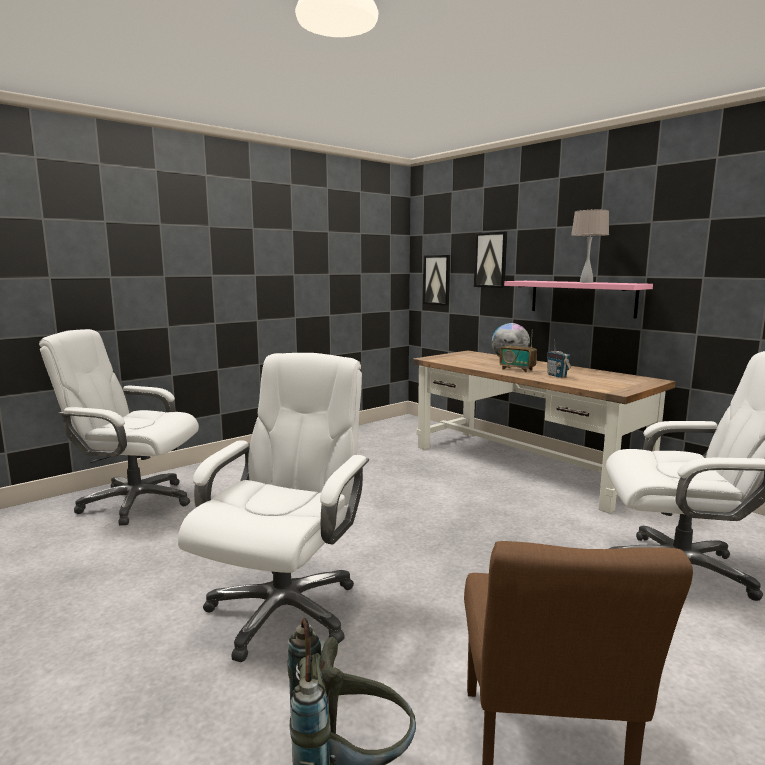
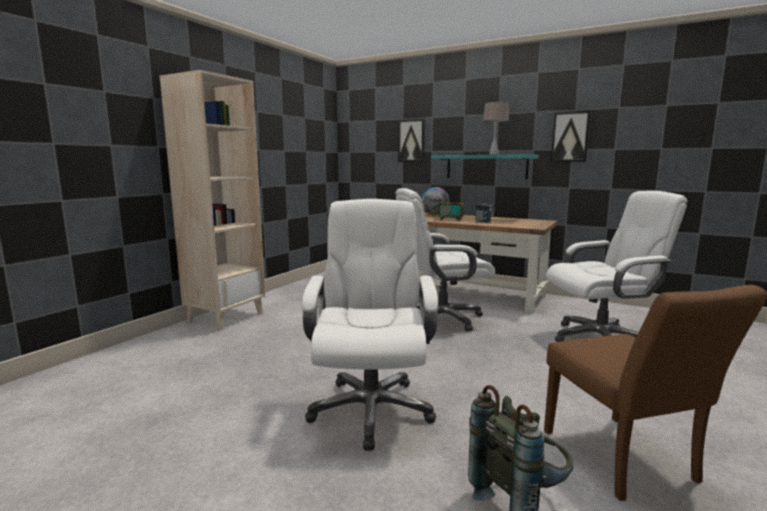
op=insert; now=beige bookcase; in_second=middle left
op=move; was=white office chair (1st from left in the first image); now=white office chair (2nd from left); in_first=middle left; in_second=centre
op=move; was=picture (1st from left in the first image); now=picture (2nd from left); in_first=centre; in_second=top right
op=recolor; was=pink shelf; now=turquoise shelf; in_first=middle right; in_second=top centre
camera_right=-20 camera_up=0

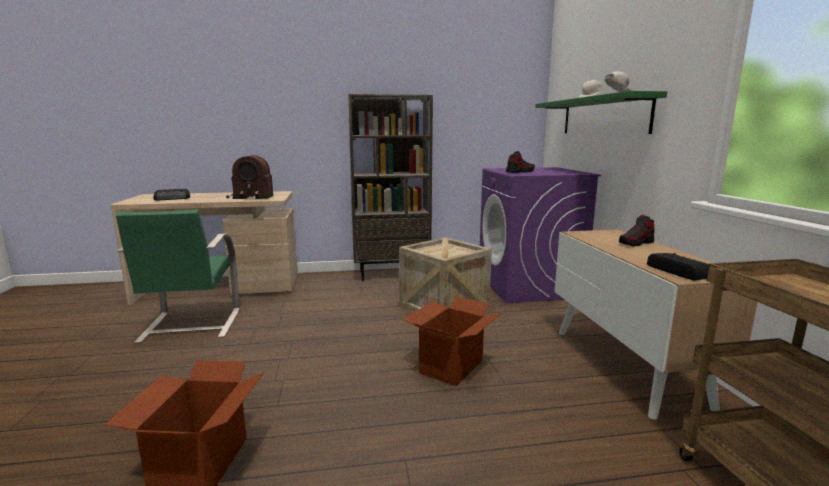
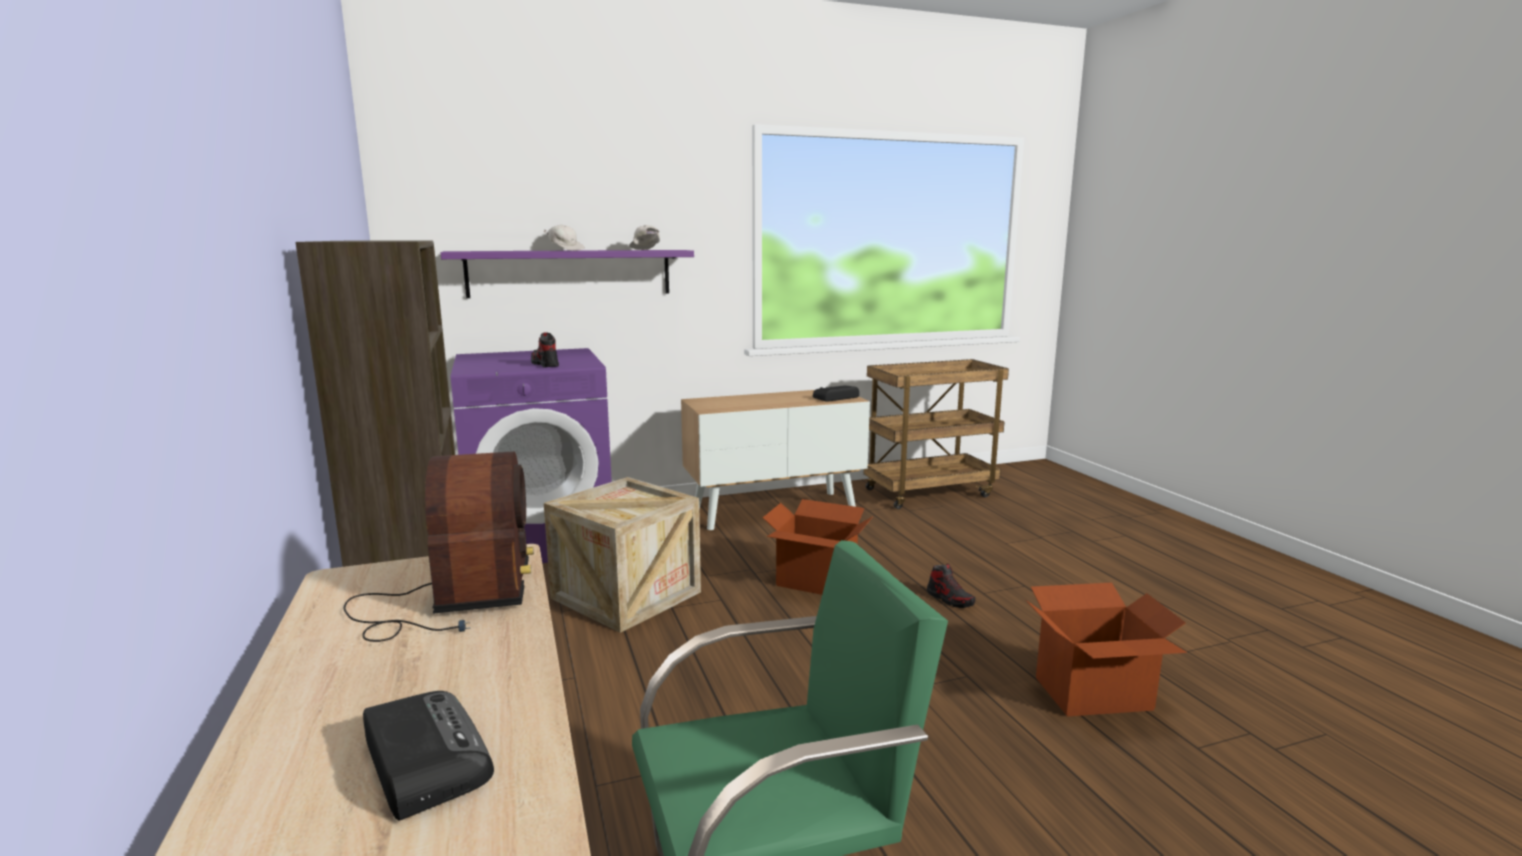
op=move; was=shoe (2nd from left); in_first=middle right; in_second=bottom centre
op=recolor; was=green shelf; now=purple shelf; in_first=top right; in_second=top centre
camera_right=-100 camera_up=0

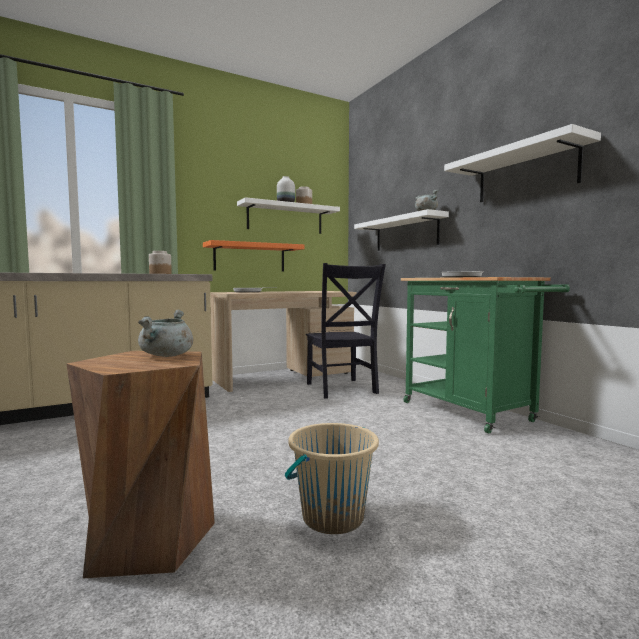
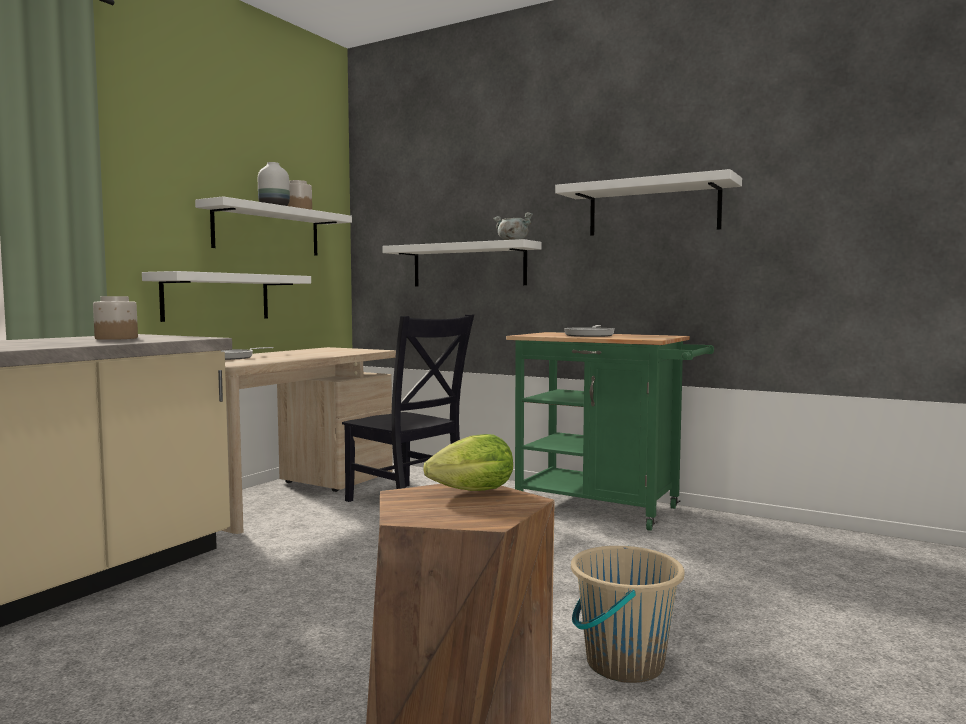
op=replace; was=grey cooking pot (1st from left); now=lettuce; in_first=middle left; in_second=centre
op=recolor; was=orange shelf; now=white shelf (1st from left); in_first=centre; in_second=middle left
camera_right=-30 camera_up=0

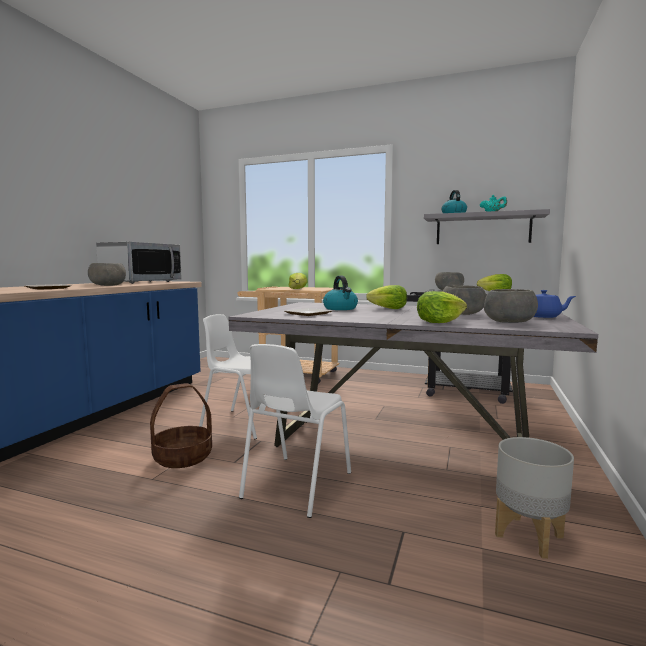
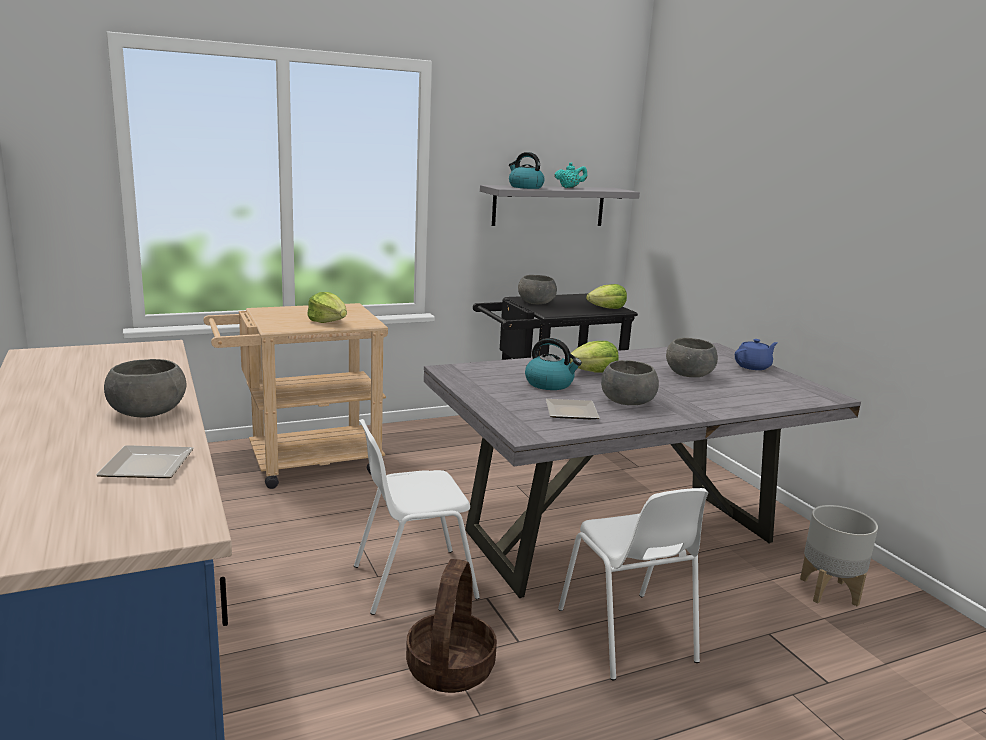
op=delete; was=microwave; in_first=middle left
op=delete; was=lettuce (3rd from left); in_first=middle right
op=move; was=grey bowl (4th from left in the first image); now=grey bowl (3rd from left); in_first=middle right; in_second=centre
camera_right=-45 camera_up=10

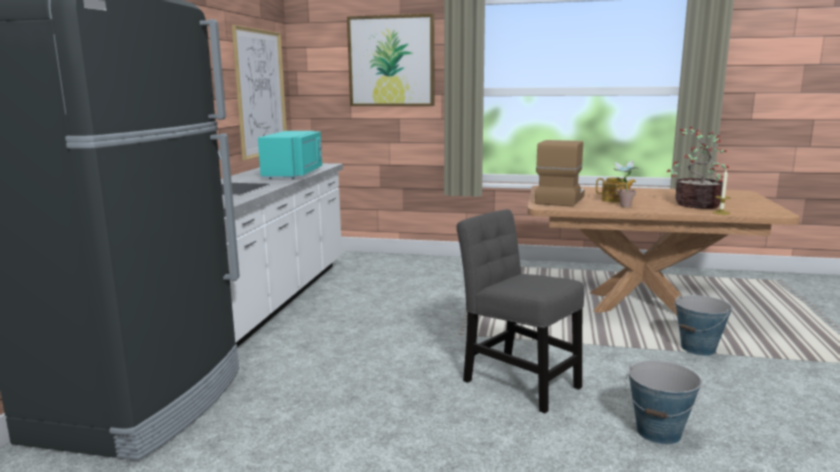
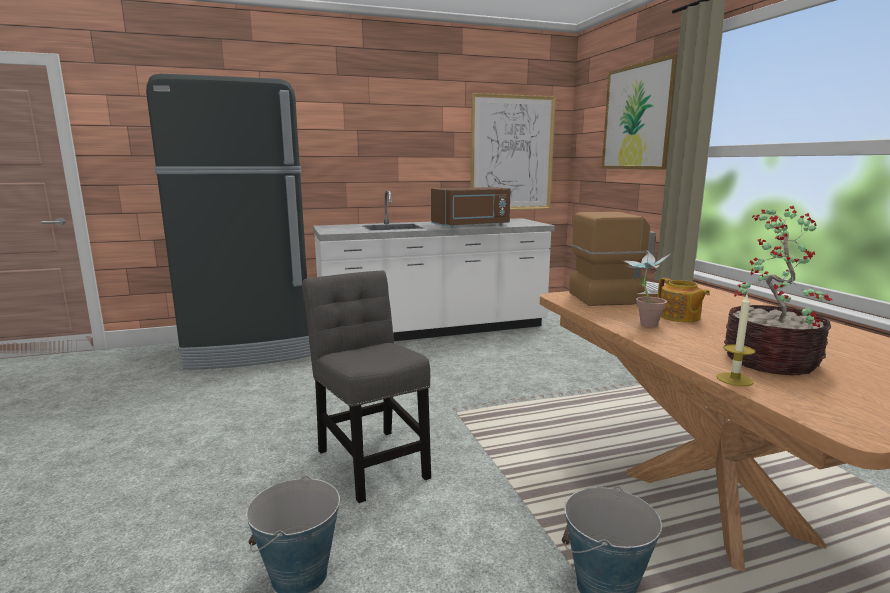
op=recolor; was=turquoise microwave; now=brown microwave; in_first=top centre; in_second=centre
op=rotate; was=grey chair; in_first=centre; in_second=centre; clockwise=-45
camera_right=60 camera_up=0

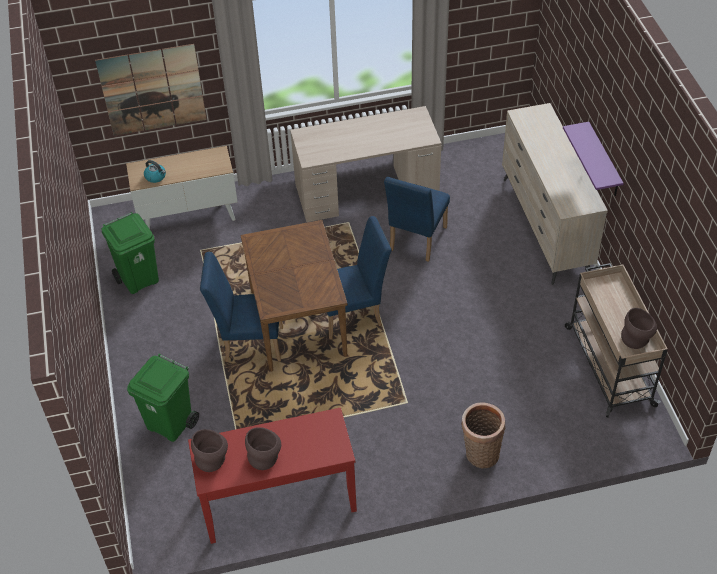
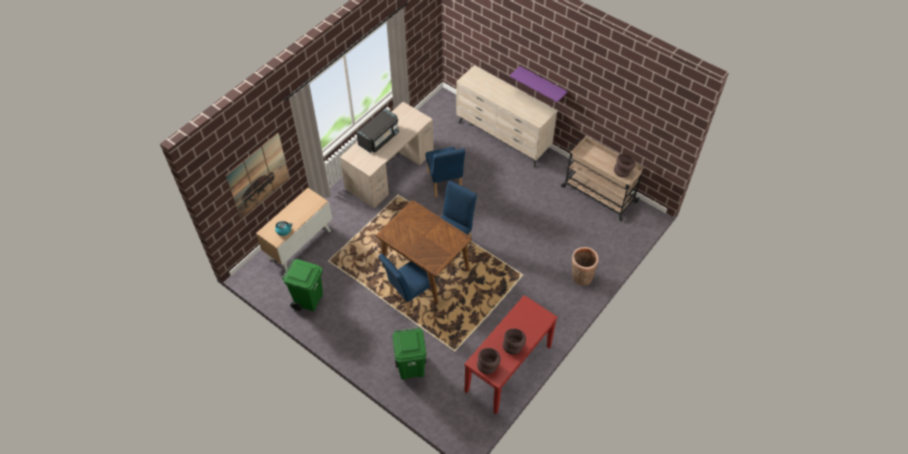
op=insert; now=black microwave; in_second=top centre
camera_right=-40 camera_up=5

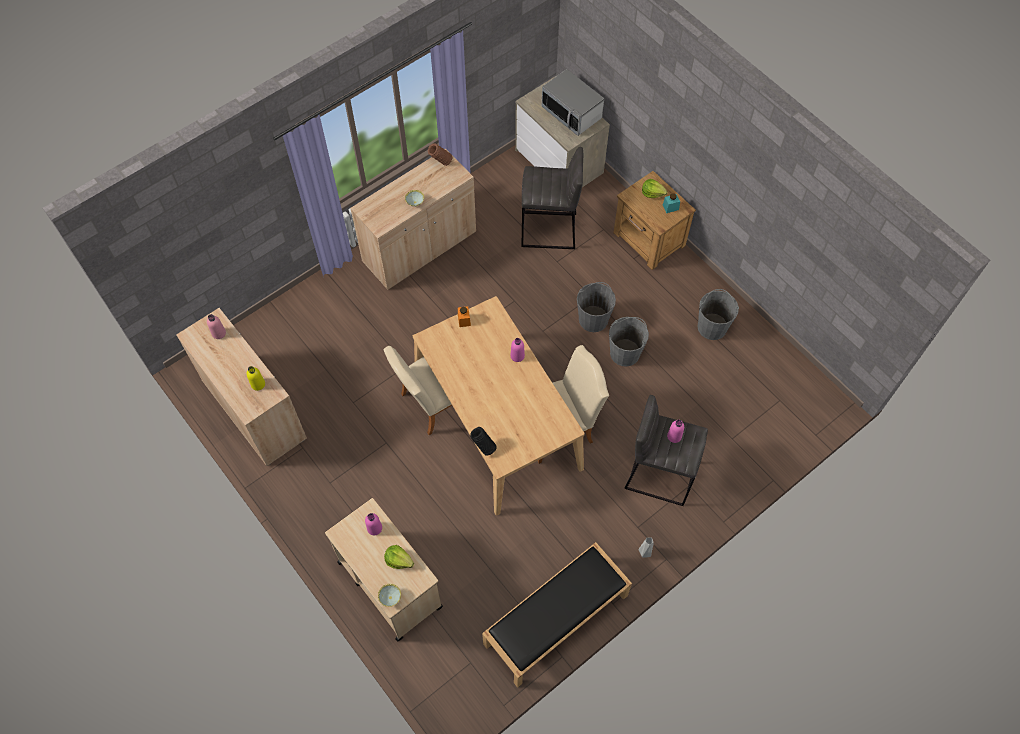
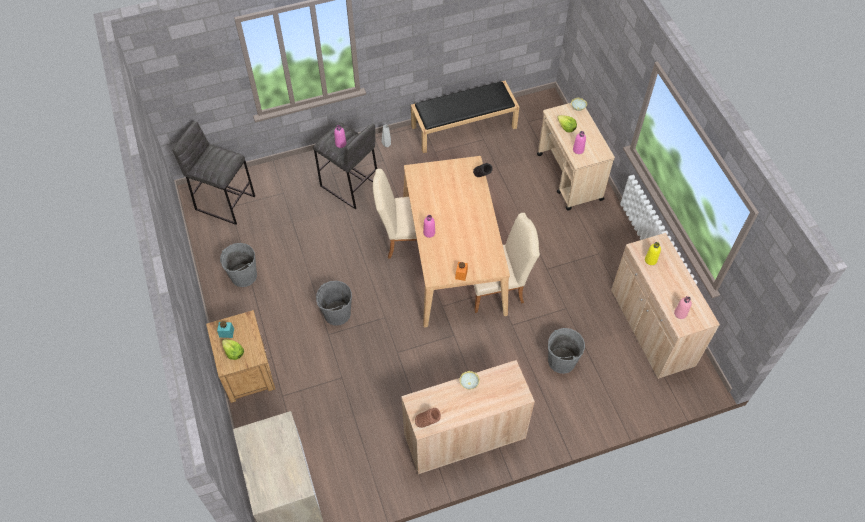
op=delete; was=microwave; in_first=top centre
op=move; was=grey stool (1st from left); in_first=top centre; in_second=top left
op=move; was=grey bucket (2nd from left in the first image); now=grey bucket (3rd from left); in_first=centre; in_second=bottom centre
camera_right=-160 camera_up=-5

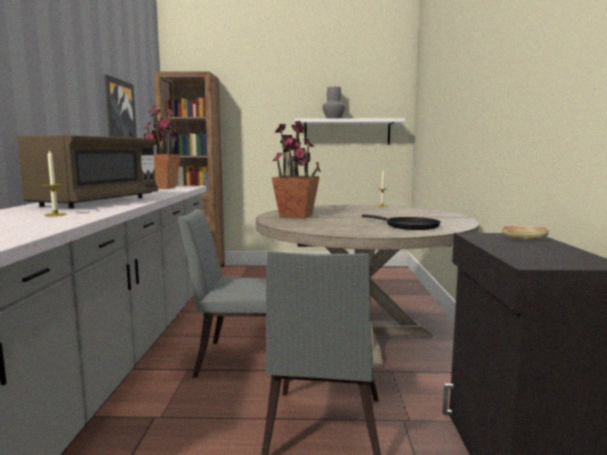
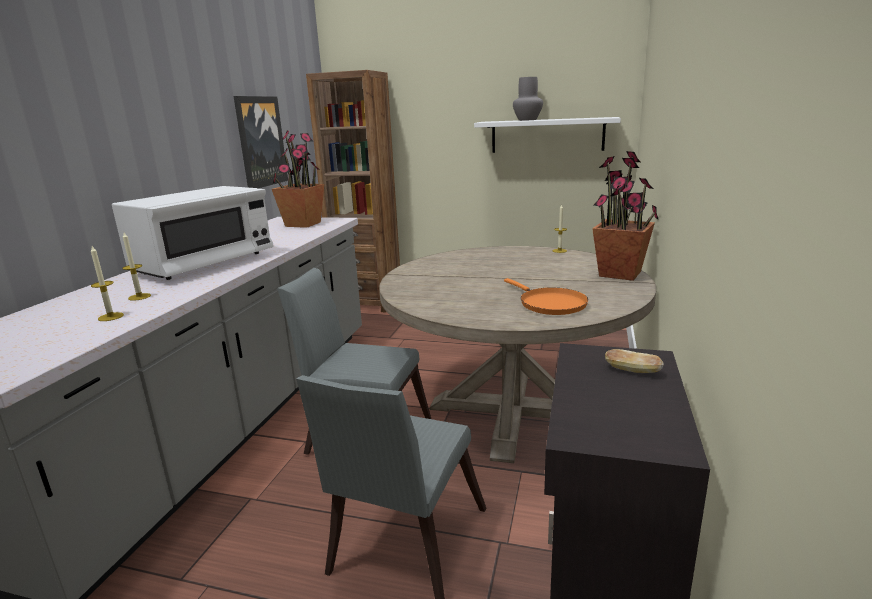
op=insert; now=candle (1st from left); in_second=middle left
op=move; was=potted plant (2nd from left); in_first=centre; in_second=middle right
op=recolor; was=brown microwave; now=white microwave; in_first=middle left; in_second=middle left
op=recolor; was=black frying pan; now=orange frying pan; in_first=centre; in_second=centre
camera_right=15 camera_up=10

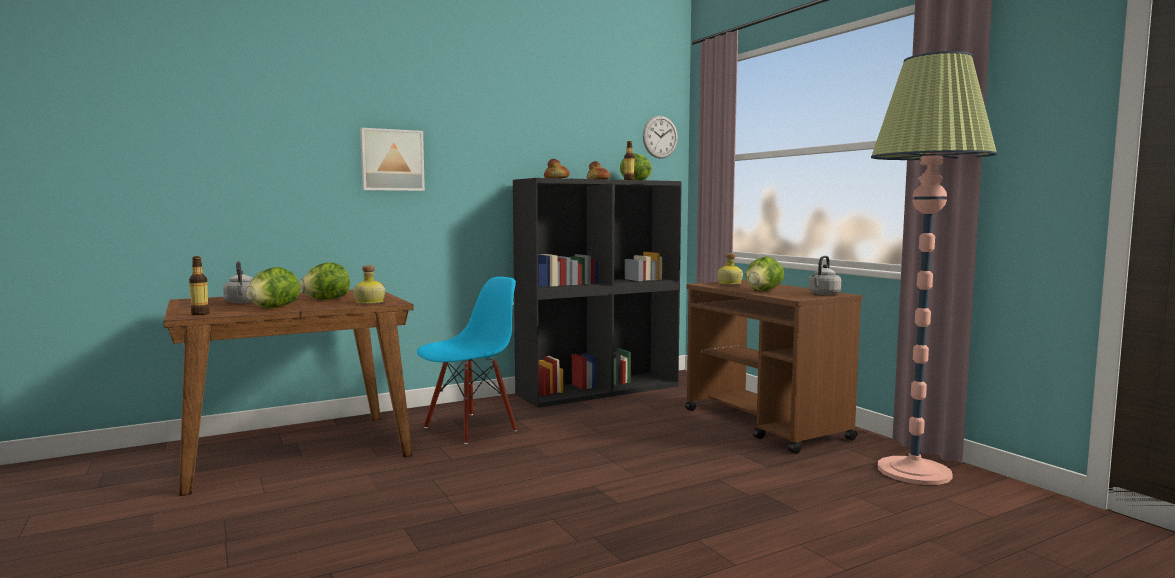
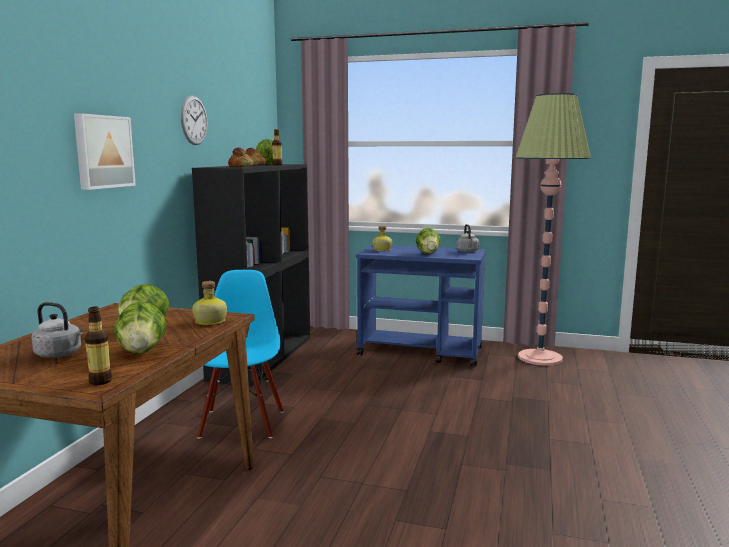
op=move; was=wall clock; in_first=top centre; in_second=top left
op=recolor; was=brown cart; now=blue cart; in_first=centre; in_second=centre
camera_right=-45 camera_up=5

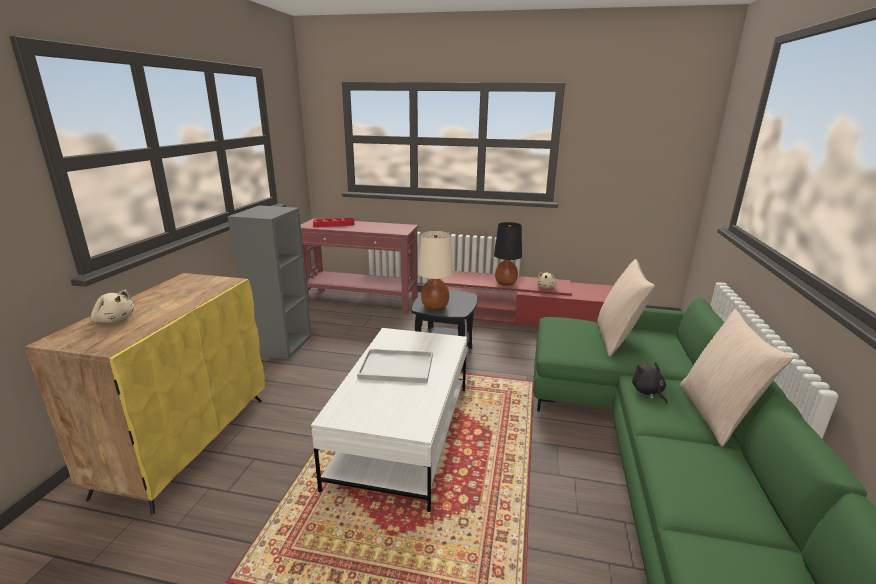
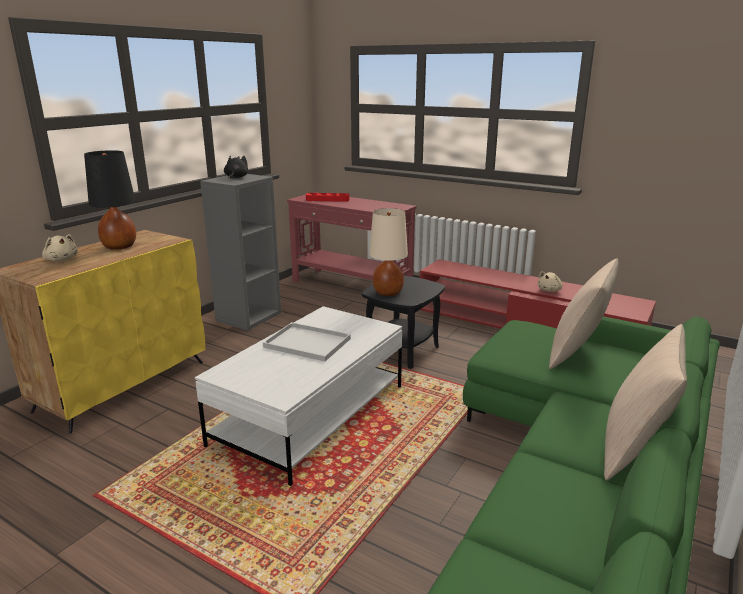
op=move; was=black table lamp; in_first=centre; in_second=middle left
op=move; was=black plush toy; in_first=middle right; in_second=top left
camera_right=20 camera_up=0

